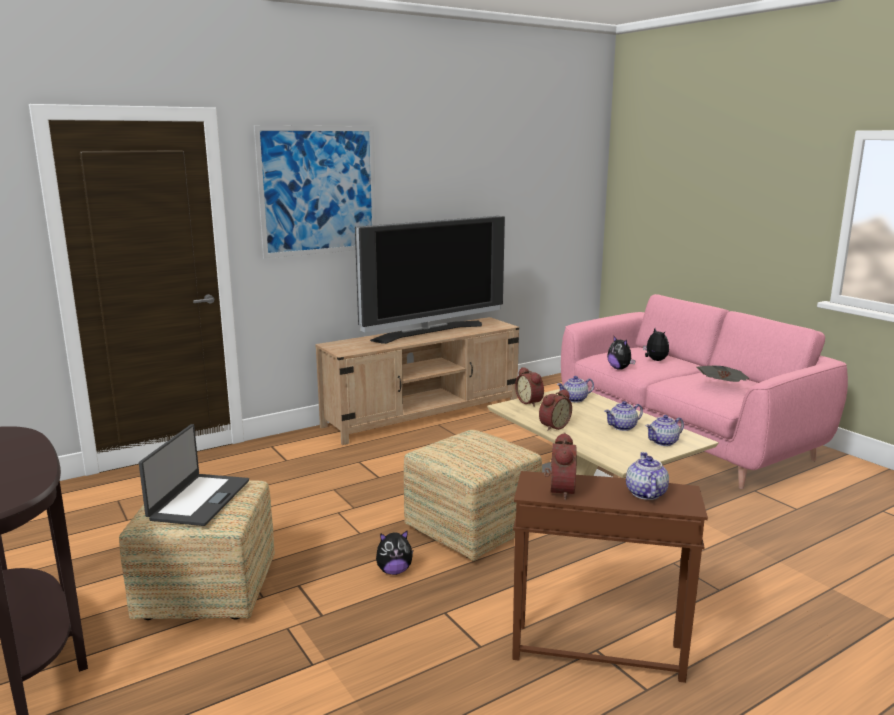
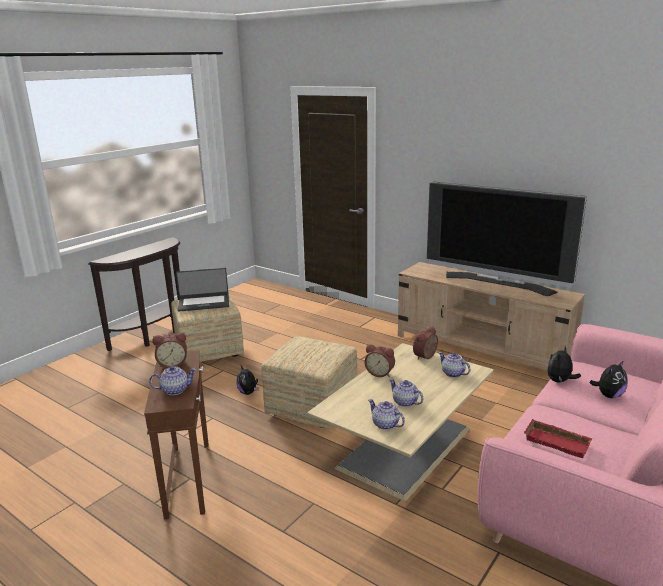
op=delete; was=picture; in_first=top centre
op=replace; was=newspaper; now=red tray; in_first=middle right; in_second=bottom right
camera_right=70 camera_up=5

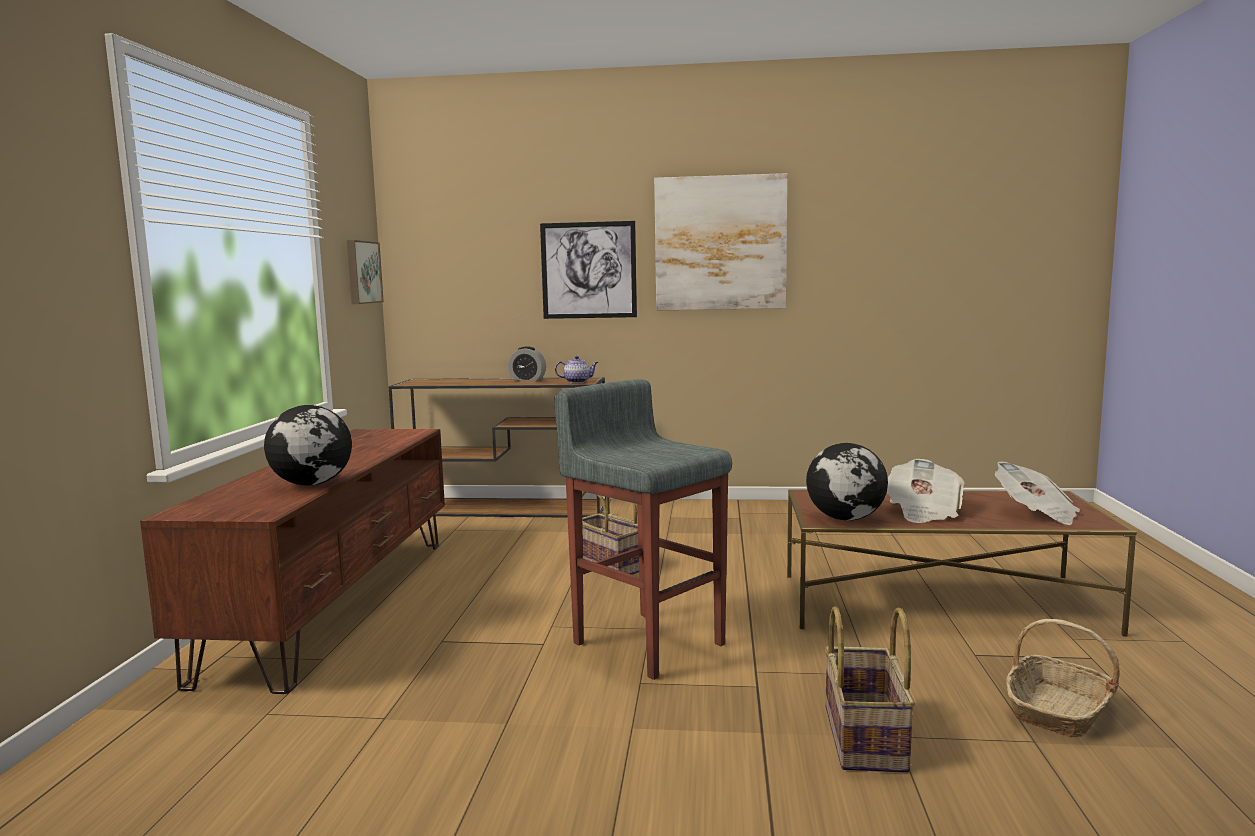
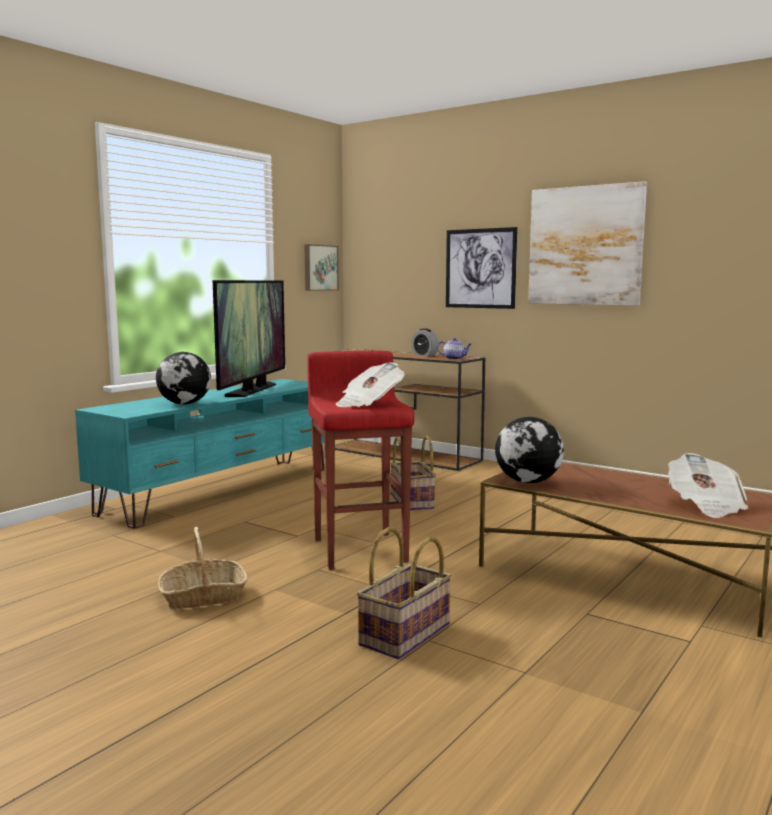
op=insert; now=television; in_second=middle left
op=move; was=newspaper (1st from left); in_first=middle right; in_second=centre
op=move; was=basket (3rd from left in the first image); now=basket (1st from left); in_first=bottom right; in_second=bottom left
op=recolor; was=brown tv stand; now=turquoise tv stand; in_first=bottom left; in_second=middle left
op=recolor; was=grey stool; now=red stool; in_first=centre; in_second=centre
camera_right=30 camera_up=0

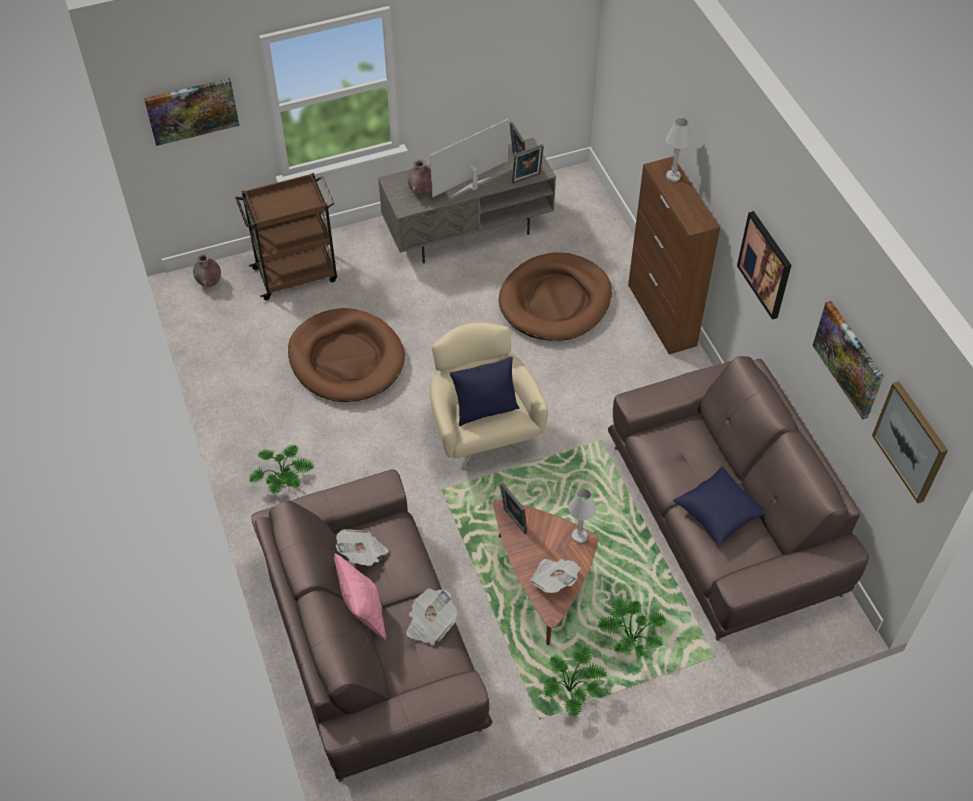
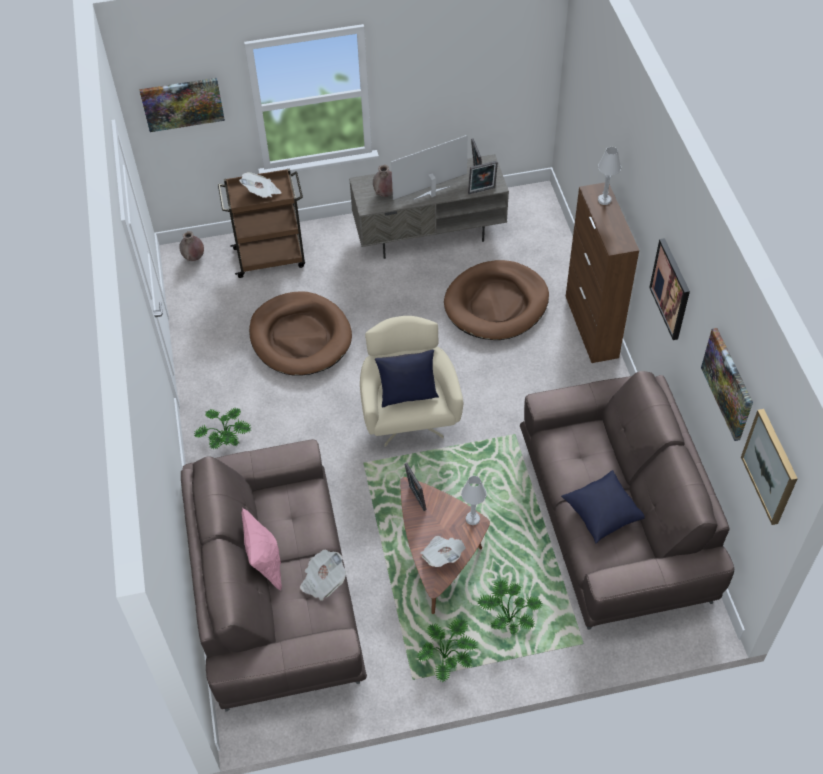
op=move; was=newspaper (1st from left); in_first=bottom centre; in_second=top left
camera_right=10 camera_up=0

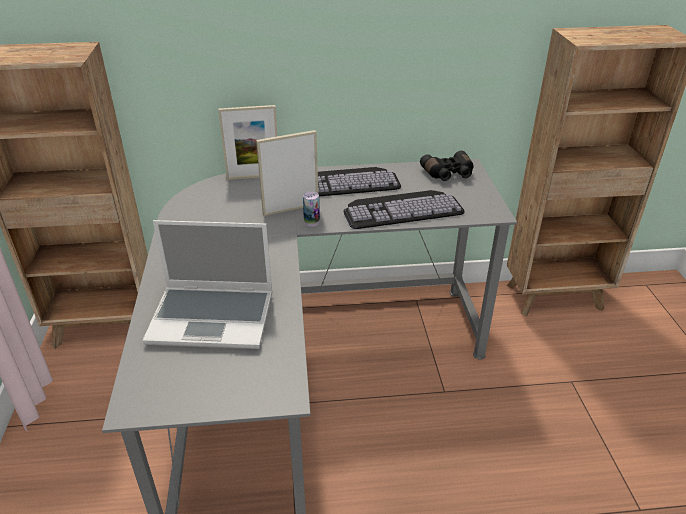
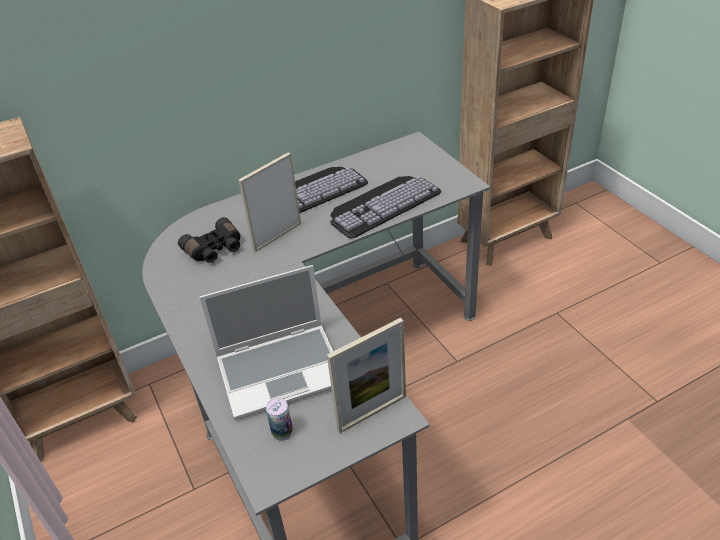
op=move; was=picture frame (1st from left in the first image); now=picture frame (2nd from left); in_first=top centre; in_second=bottom centre
op=move; was=can; in_first=centre; in_second=bottom centre
op=move; was=black binoculars; in_first=top centre; in_second=middle left
camera_right=-20 camera_up=5

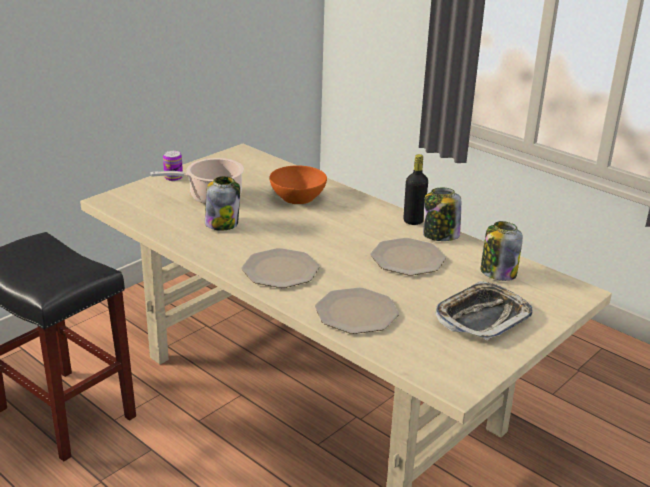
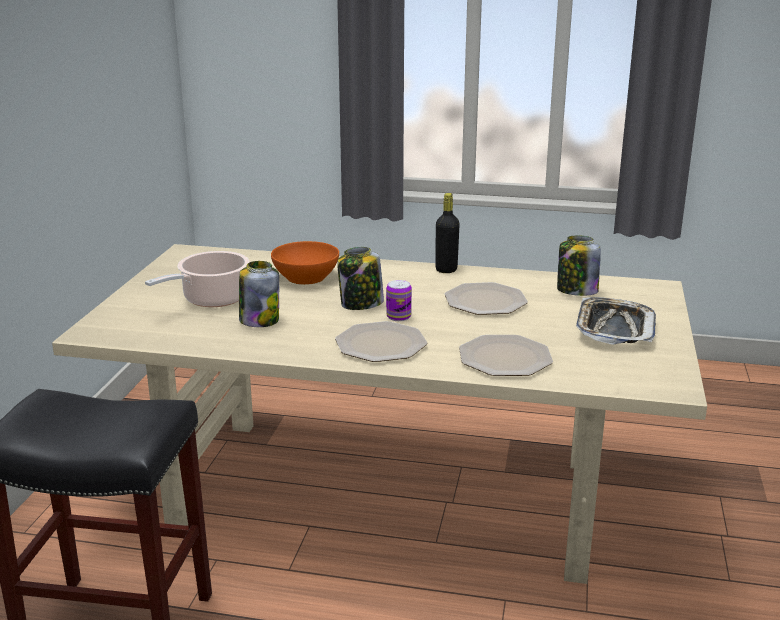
op=move; was=can; in_first=middle left; in_second=centre
op=move; was=jar (2nd from left); in_first=middle right; in_second=centre
camera_right=-30 camera_up=-5

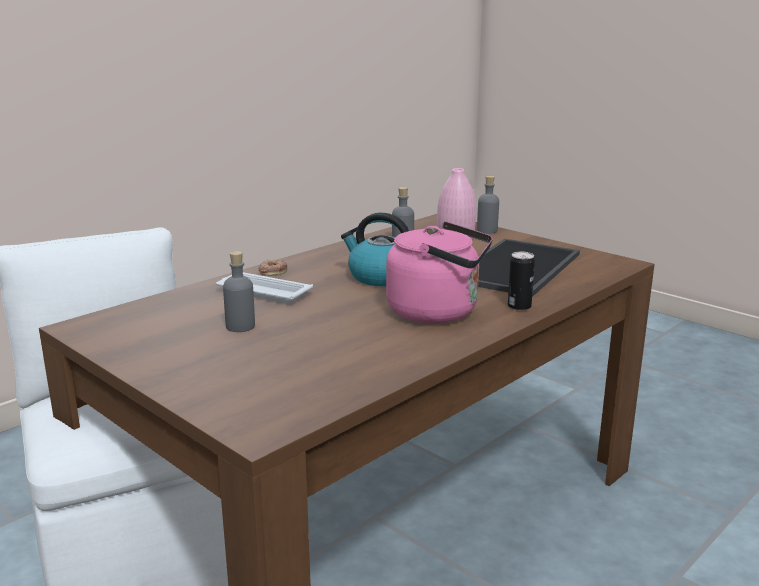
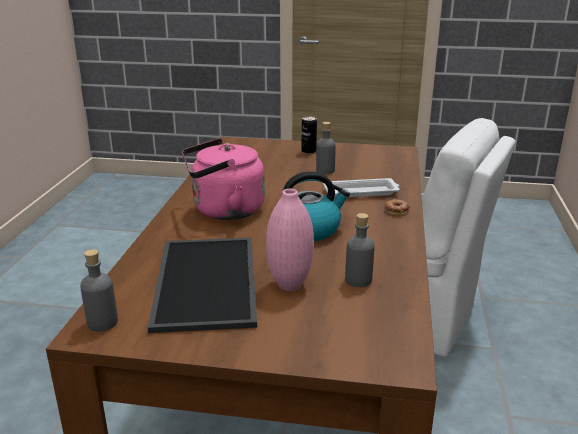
op=move; was=grey bottle (3rd from left in the first image); now=grey bottle (1st from left); in_first=centre; in_second=bottom left
op=move; was=can; in_first=middle right; in_second=top centre
camera_right=145 camera_up=5

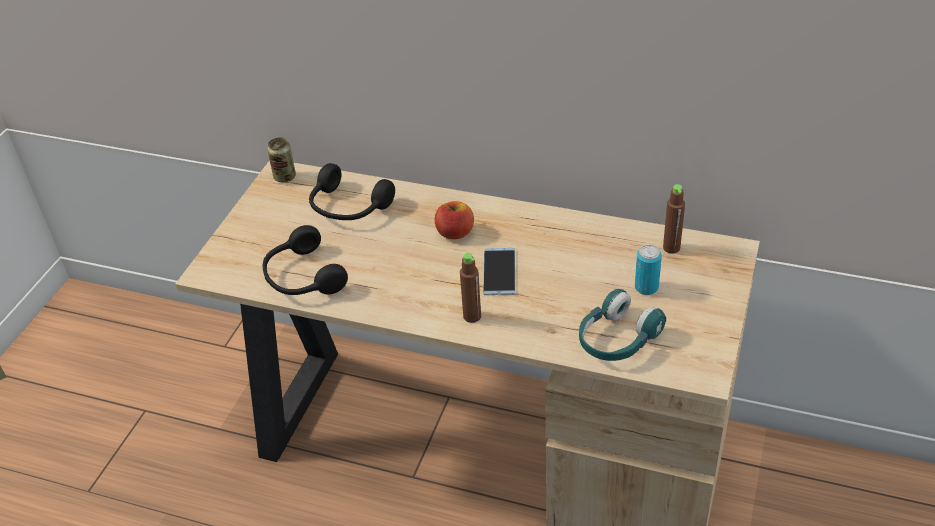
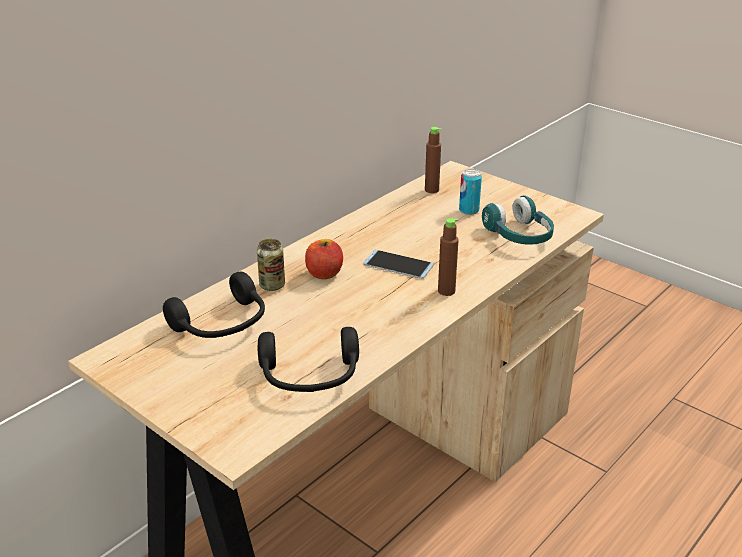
op=move; was=can (1st from left); in_first=top left; in_second=centre
camera_right=-70 camera_up=-10

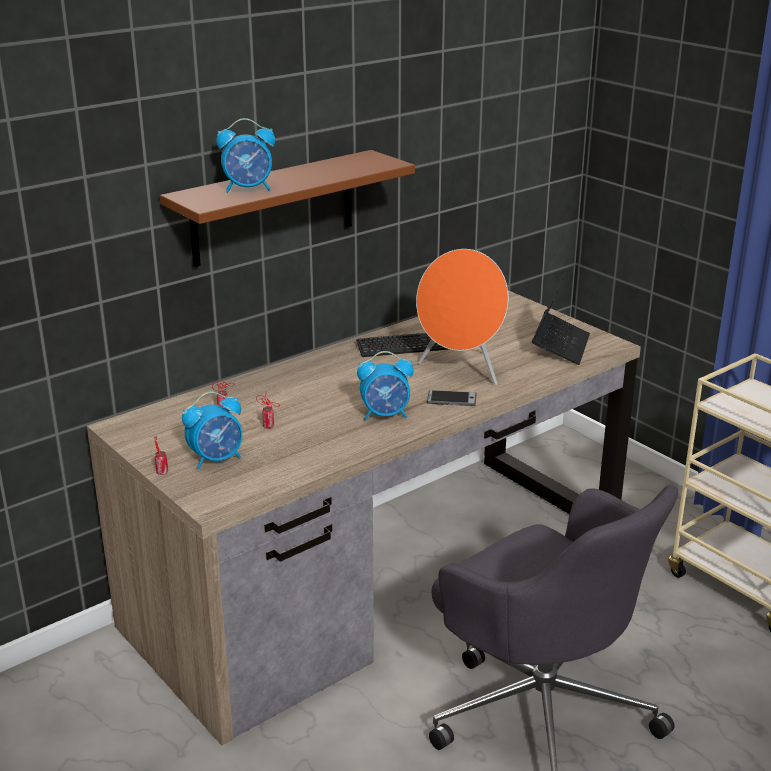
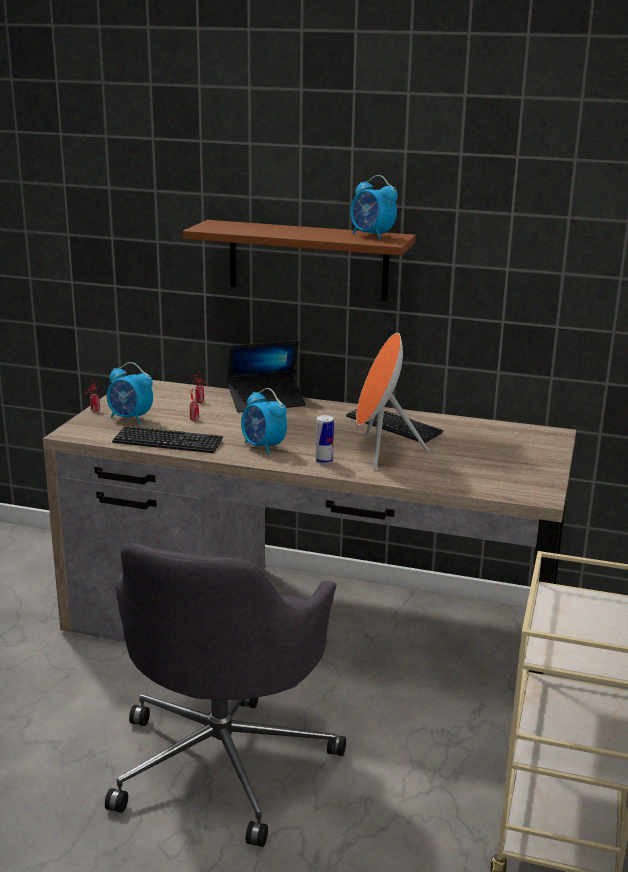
op=insert; now=keyboard (1st from left); in_second=middle left
op=move; was=alarm clock (2nd from left in the first image); now=alarm clock (3rd from left); in_first=top left; in_second=top centre
op=move; was=laptop; in_first=middle right; in_second=centre
op=replace; was=phone; now=can (4th from left); in_first=centre; in_second=centre
camera_right=55 camera_up=-5

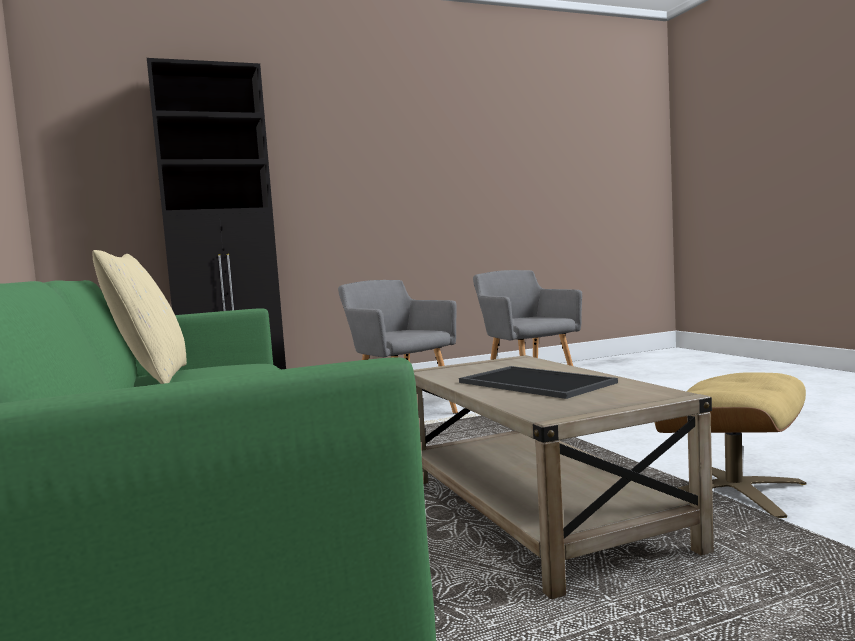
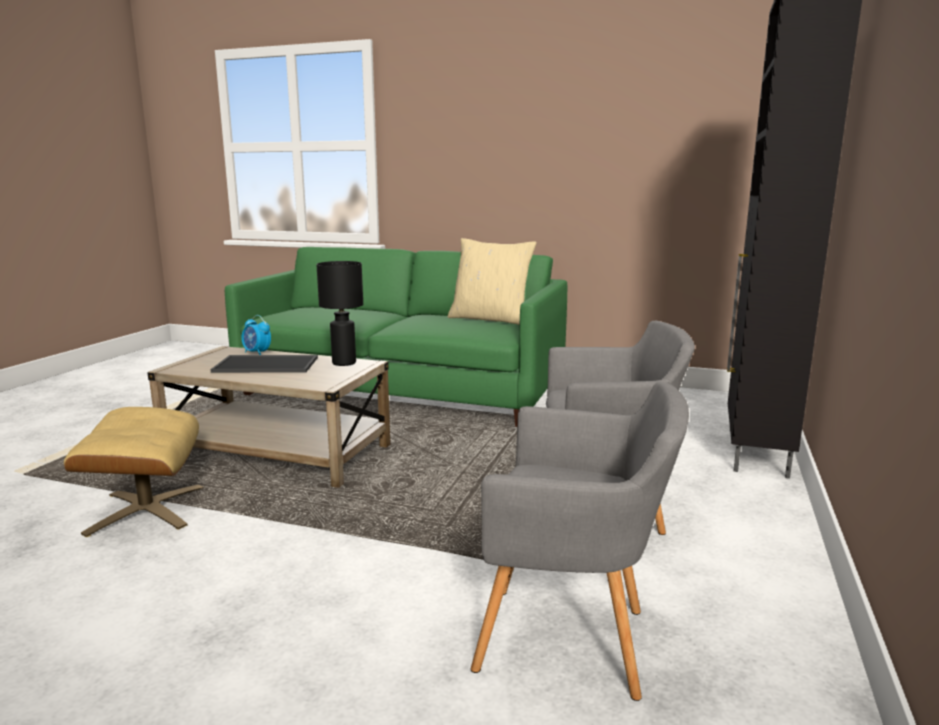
op=insert; now=alarm clock; in_second=middle left
op=insert; now=black table lamp; in_second=centre
camera_right=130 camera_up=10

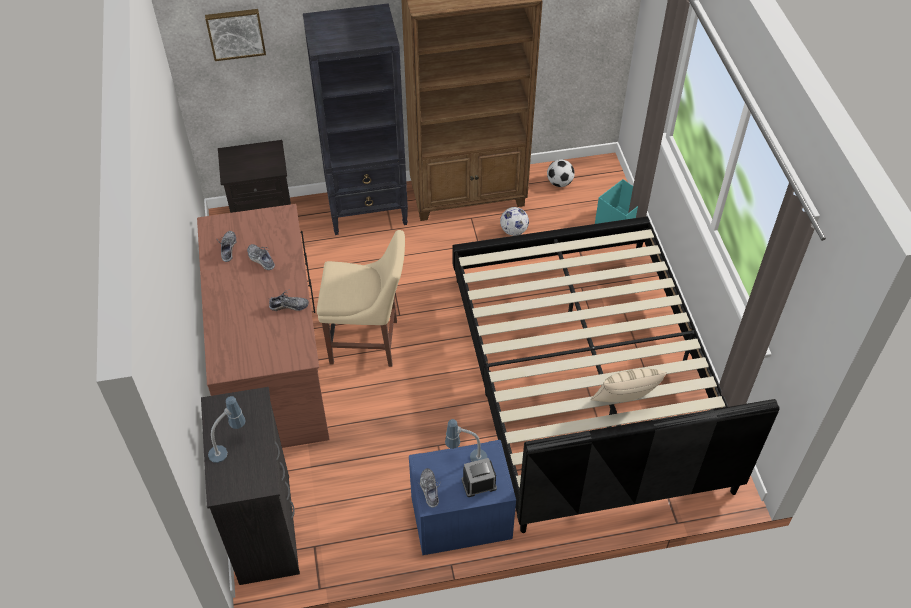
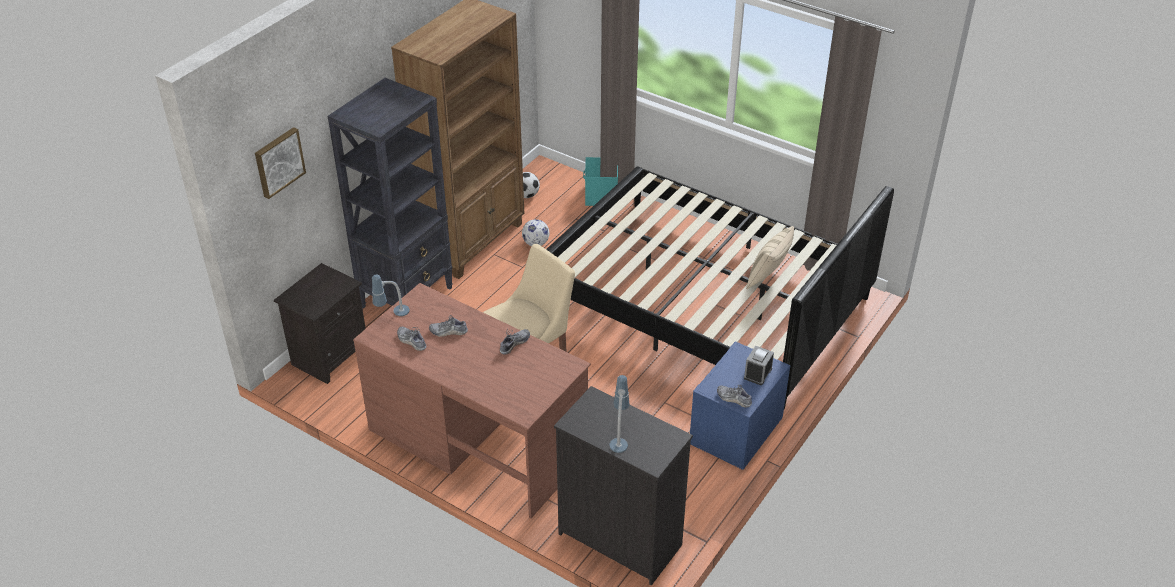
op=move; was=table lamp (2nd from left in the first image); now=table lamp (1st from left); in_first=bottom centre; in_second=middle left
camera_right=-45 camera_up=-10

